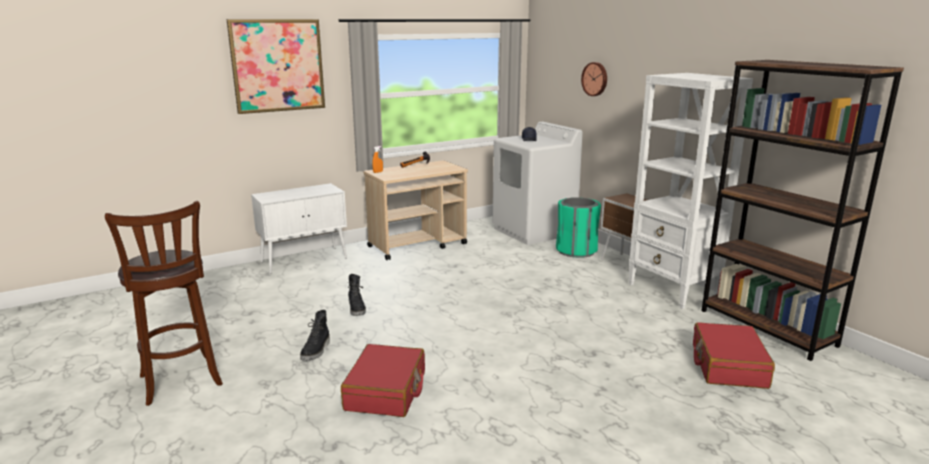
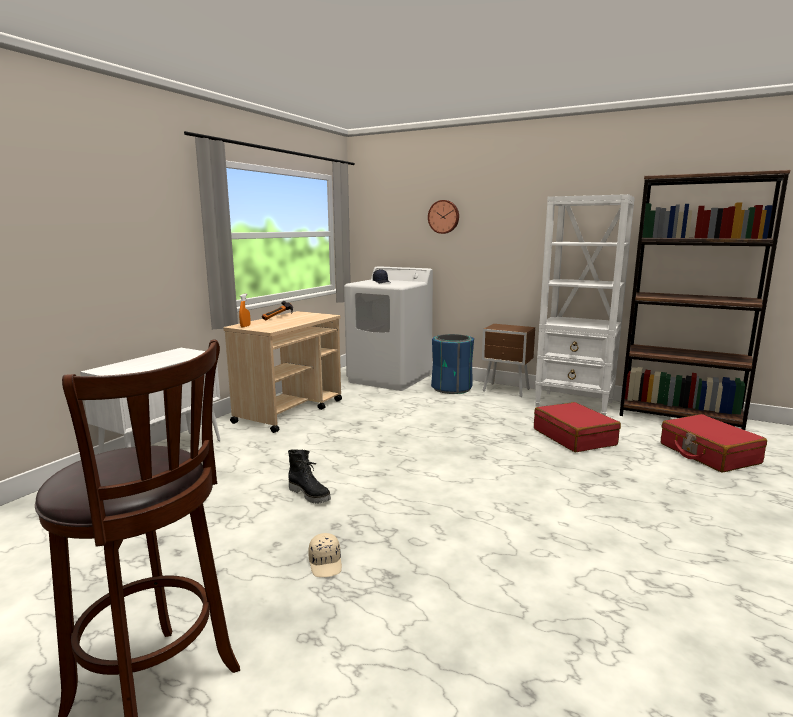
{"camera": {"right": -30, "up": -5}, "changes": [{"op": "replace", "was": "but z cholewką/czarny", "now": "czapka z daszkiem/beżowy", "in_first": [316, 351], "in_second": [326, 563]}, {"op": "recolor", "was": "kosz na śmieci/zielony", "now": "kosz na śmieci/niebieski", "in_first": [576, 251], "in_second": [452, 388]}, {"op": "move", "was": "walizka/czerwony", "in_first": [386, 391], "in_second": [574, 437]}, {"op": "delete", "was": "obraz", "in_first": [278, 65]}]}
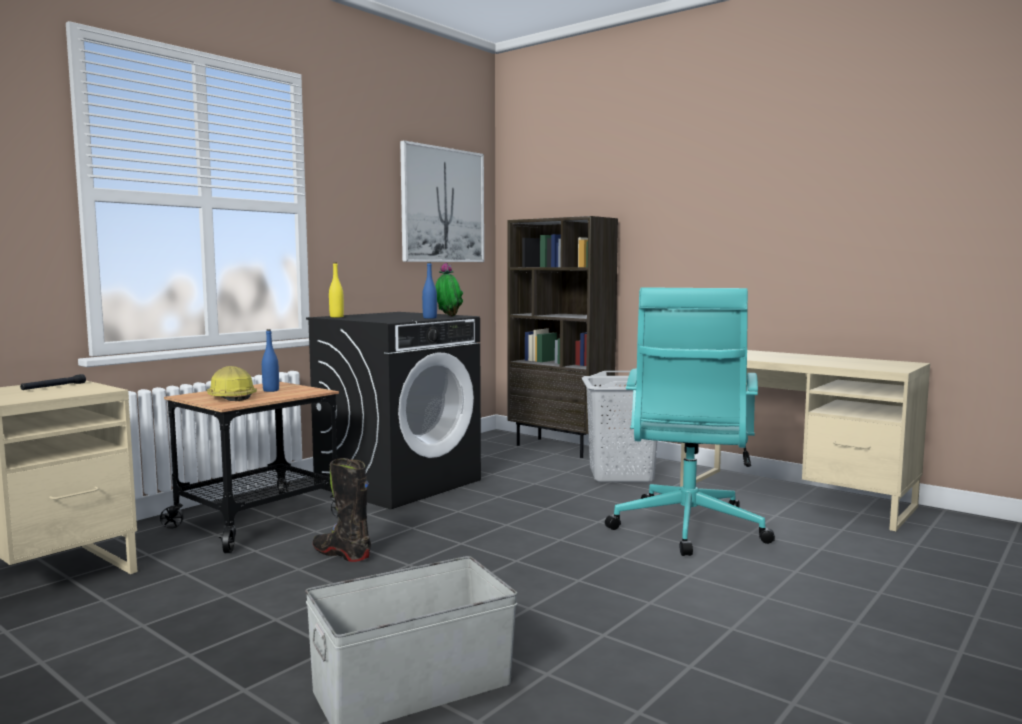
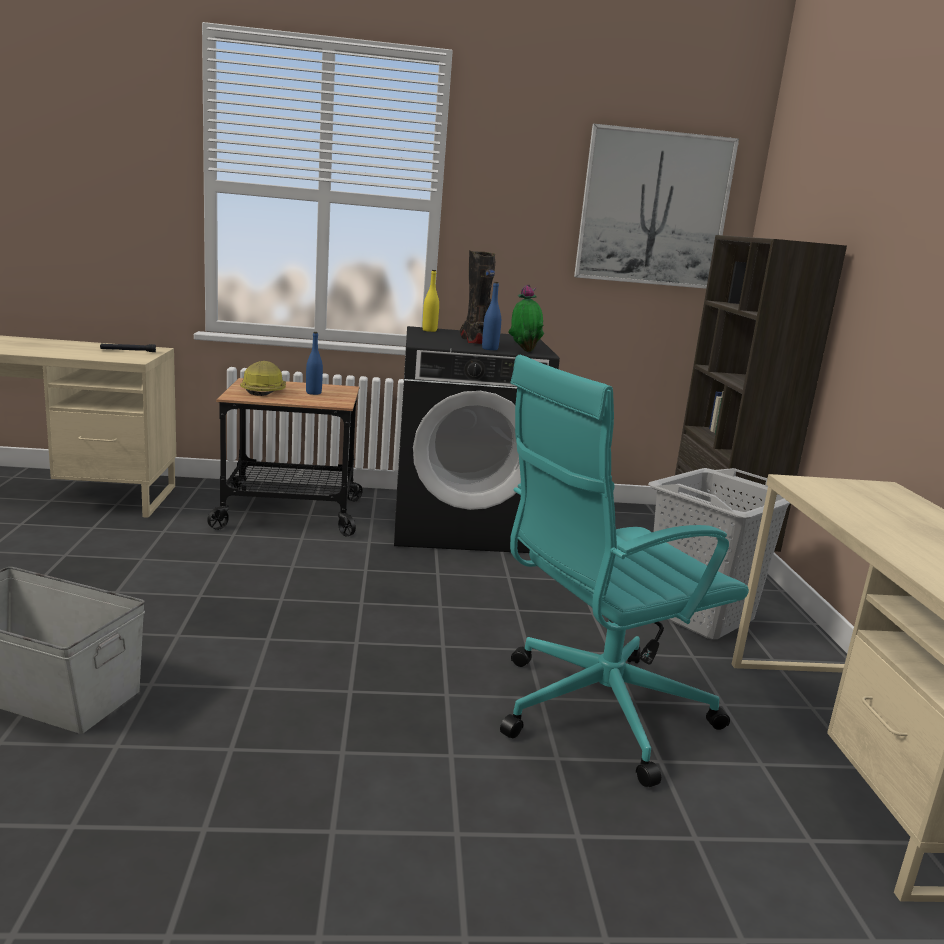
{"camera": {"right": 45, "up": 10}, "changes": [{"op": "move", "was": "but z cholewką/czarny", "in_first": [342, 554], "in_second": [473, 340]}]}
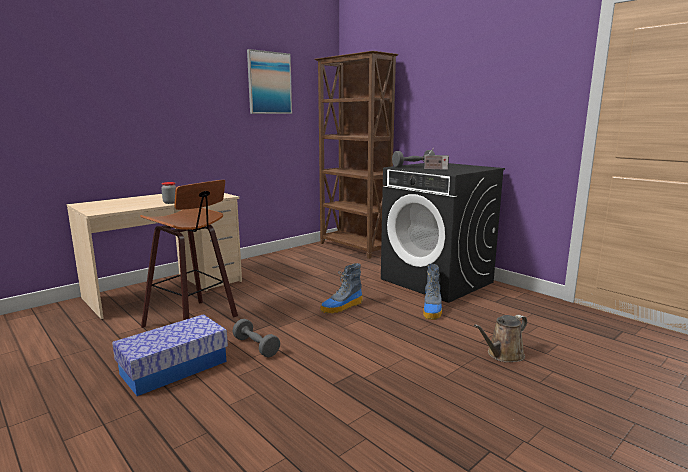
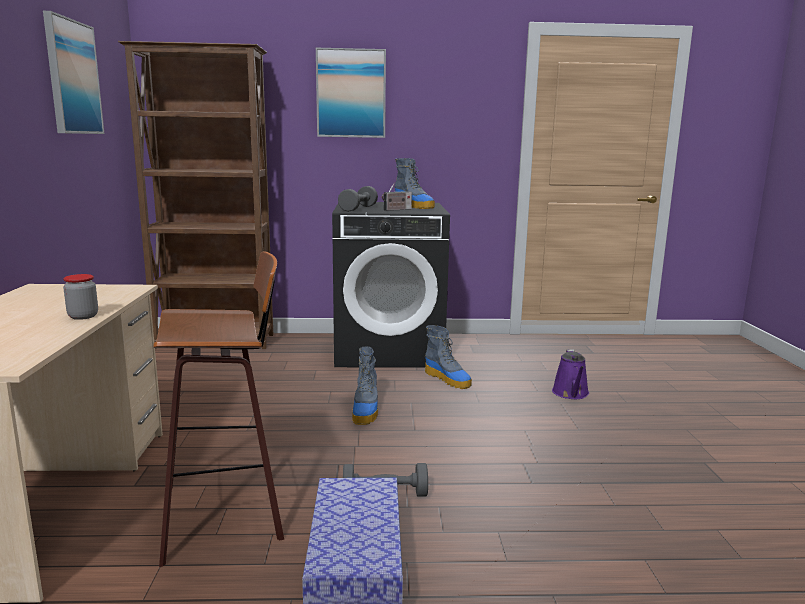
{"camera": {"right": -50, "up": 0}, "changes": [{"op": "insert", "now": "obraz", "in_second": [351, 93]}, {"op": "insert", "now": "but z cholewką", "in_second": [415, 206]}, {"op": "recolor", "was": "konewka/brązowy", "now": "konewka/fioletowy", "in_first": [503, 355], "in_second": [571, 394]}]}
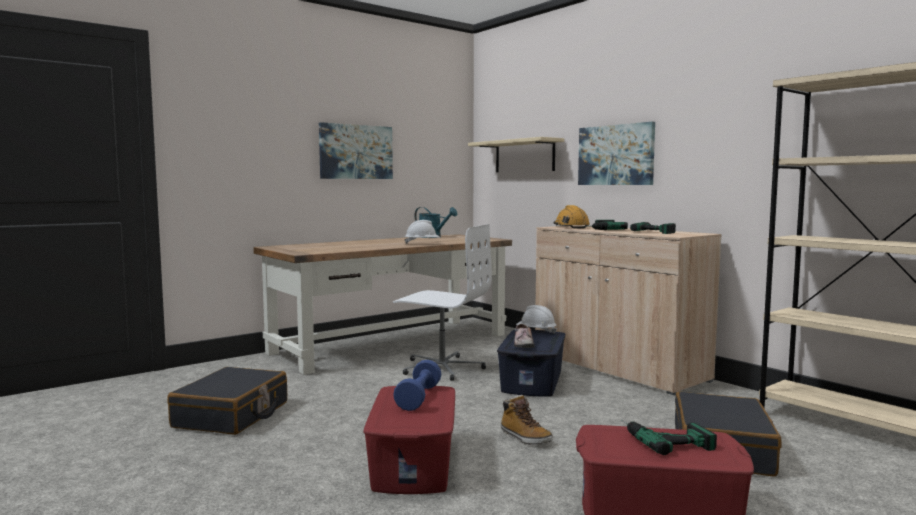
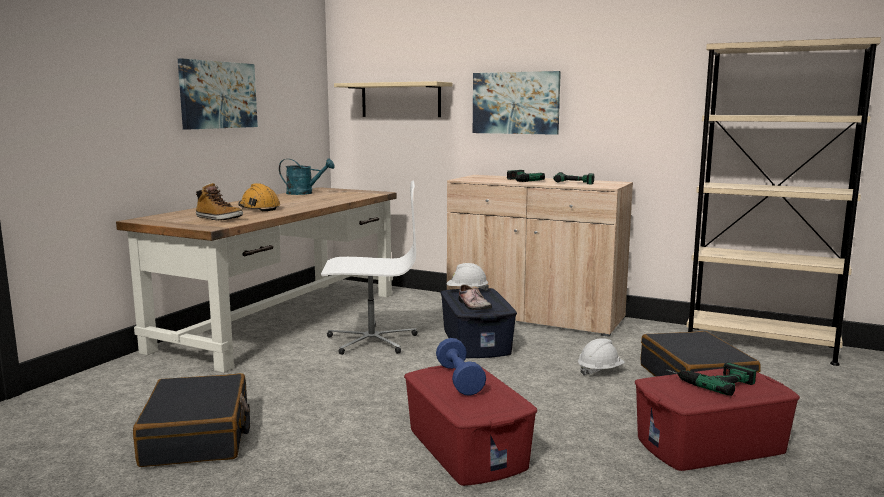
{"camera": {"right": -25, "up": 5}, "changes": [{"op": "move", "was": "but z cholewką", "in_first": [525, 437], "in_second": [218, 219]}, {"op": "move", "was": "kask/pomarańczowy", "in_first": [571, 227], "in_second": [259, 208]}, {"op": "move", "was": "kask/biały", "in_first": [422, 244], "in_second": [600, 371]}]}
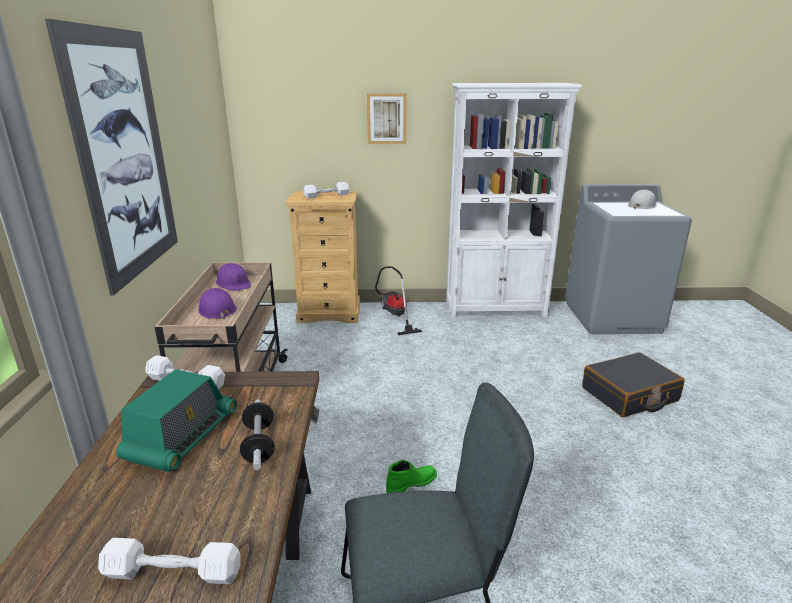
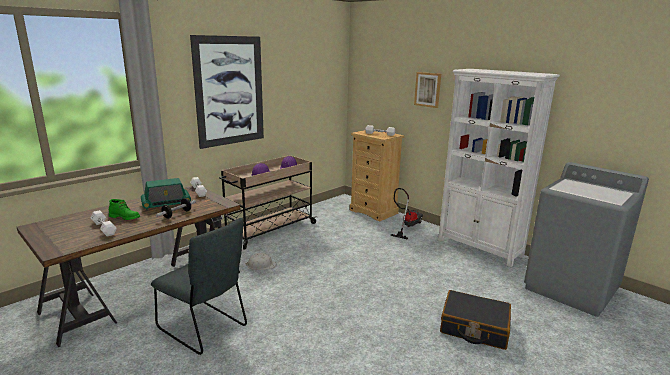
{"camera": {"right": 45, "up": -5}, "changes": [{"op": "move", "was": "but z cholewką/zielony", "in_first": [411, 483], "in_second": [125, 217]}, {"op": "move", "was": "kask/biały", "in_first": [642, 206], "in_second": [261, 265]}]}
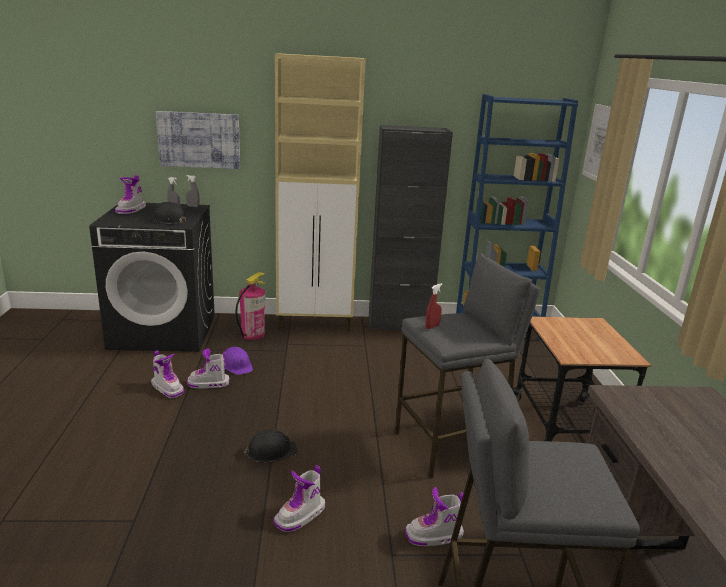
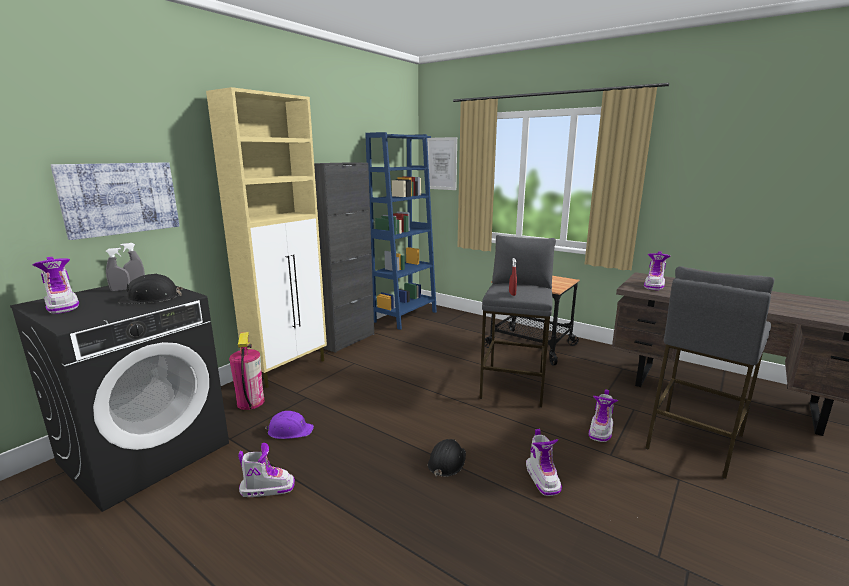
{"camera": {"right": -50, "up": -5}, "changes": [{"op": "move", "was": "but z cholewką", "in_first": [208, 384], "in_second": [654, 285]}]}
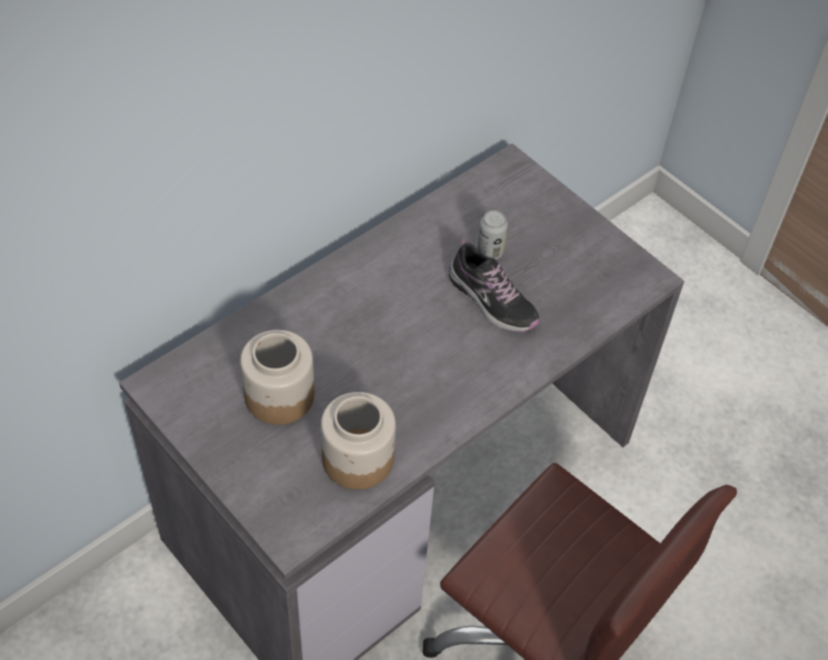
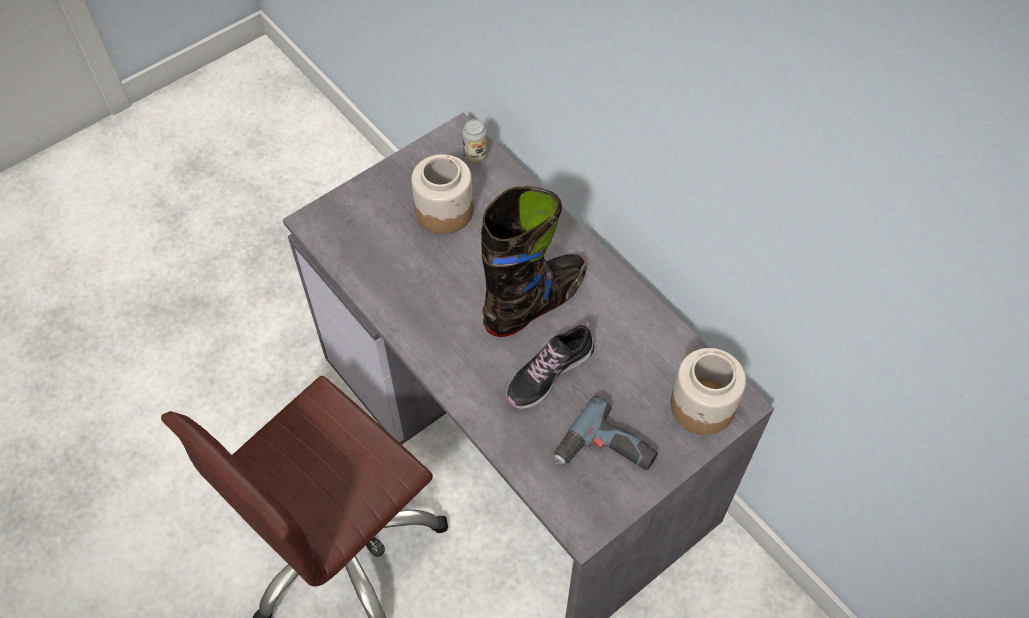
{"camera": {"right": 95, "up": 5}, "changes": [{"op": "move", "was": "puszka", "in_first": [490, 252], "in_second": [475, 156]}, {"op": "insert", "now": "but z cholewką/czarny", "in_second": [535, 302]}, {"op": "insert", "now": "wiertarka", "in_second": [605, 454]}, {"op": "move", "was": "słoik", "in_first": [359, 458], "in_second": [703, 406]}]}
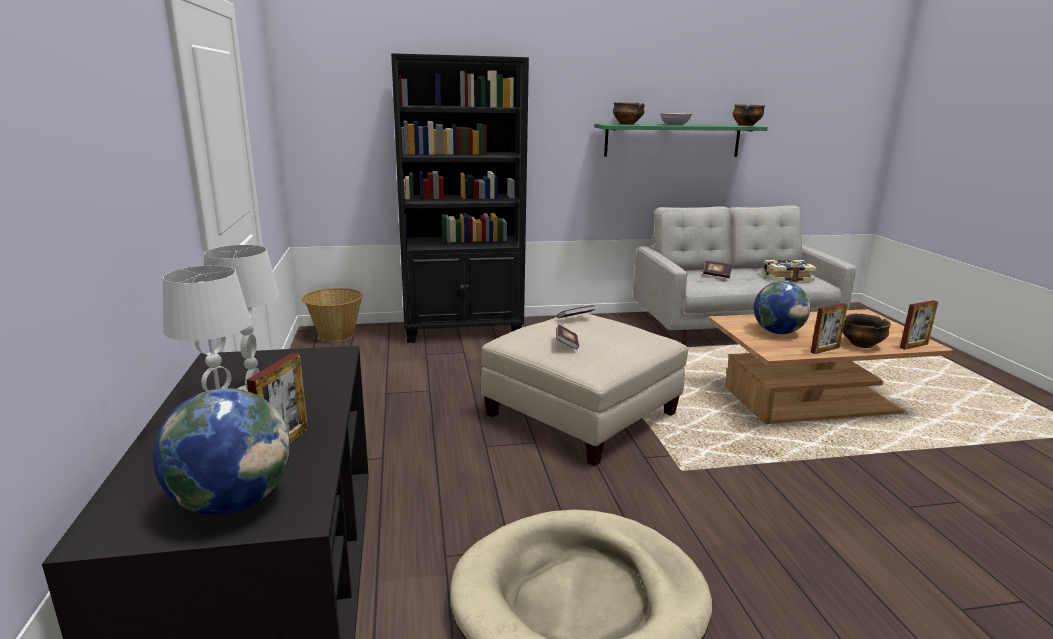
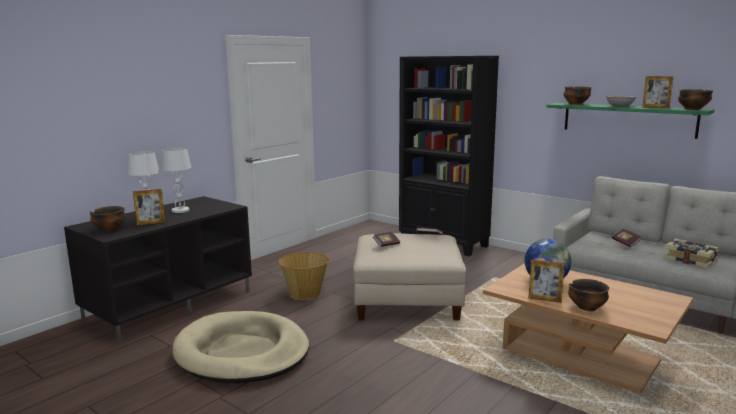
{"camera": {"right": 50, "up": -5}, "changes": [{"op": "replace", "was": "globus", "now": "miska", "in_first": [232, 502], "in_second": [110, 229]}, {"op": "move", "was": "koszyk", "in_first": [335, 335], "in_second": [305, 293]}, {"op": "move", "was": "ramka na zdjęcie", "in_first": [913, 346], "in_second": [655, 107]}]}
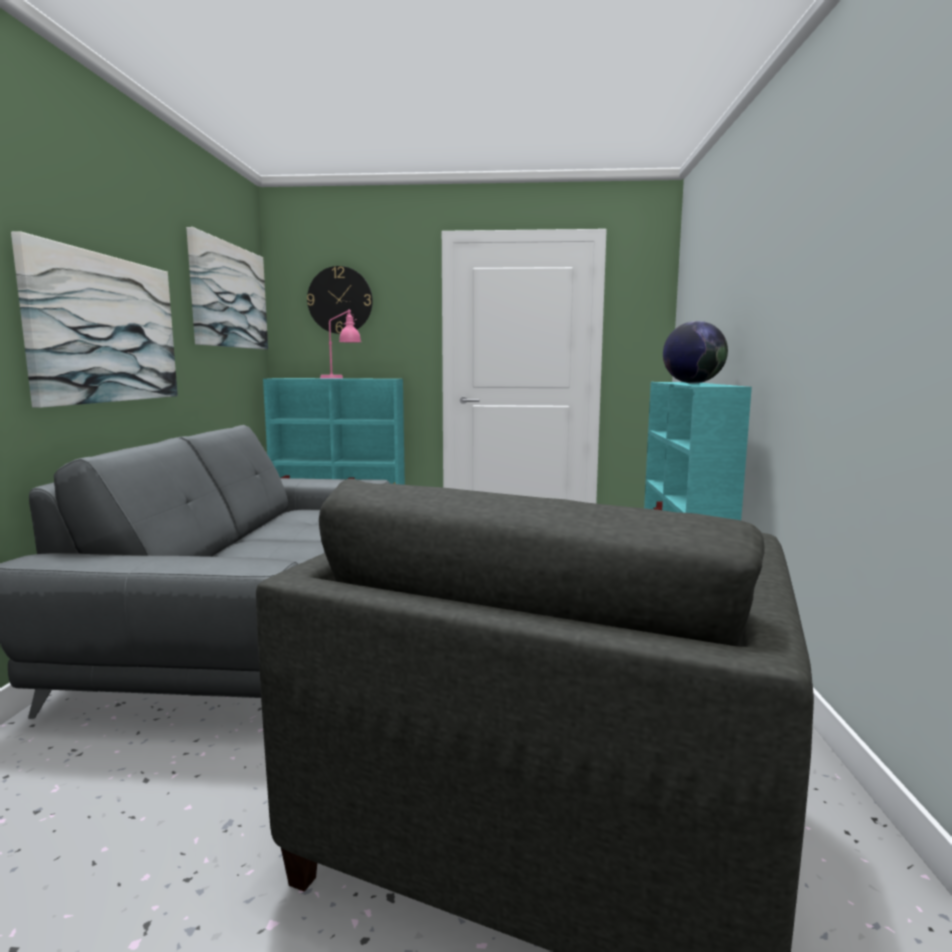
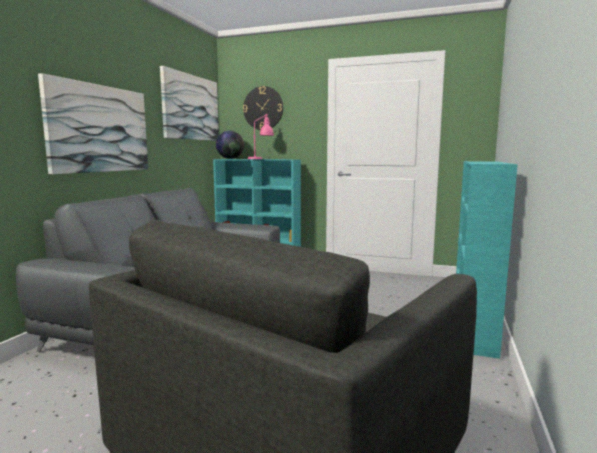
{"camera": {"right": 15, "up": 0}, "changes": [{"op": "move", "was": "globus", "in_first": [692, 383], "in_second": [230, 159]}]}
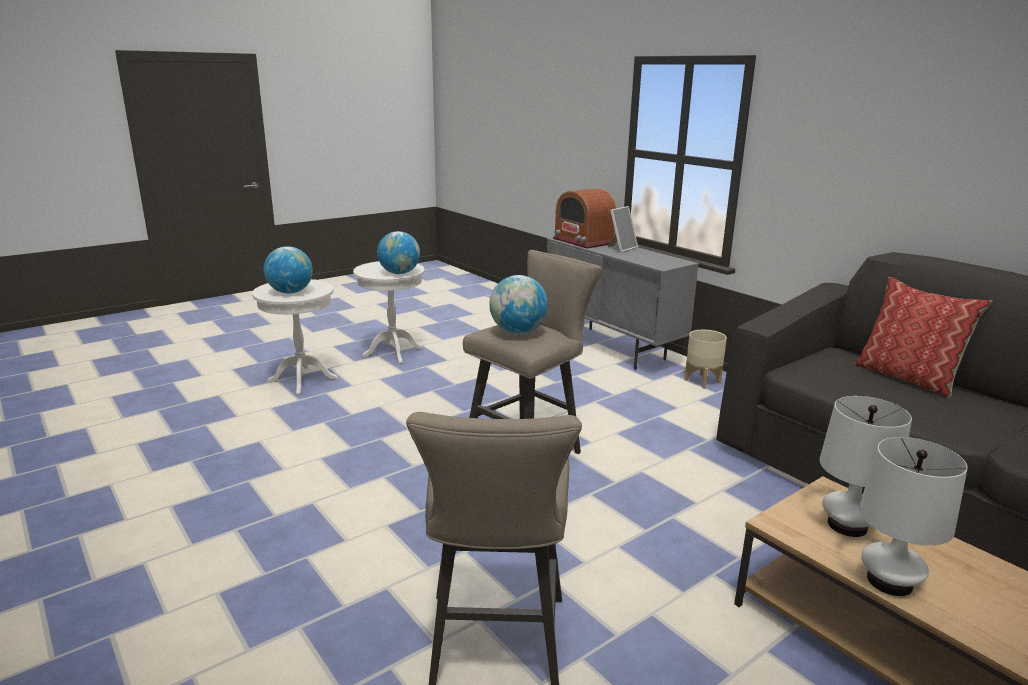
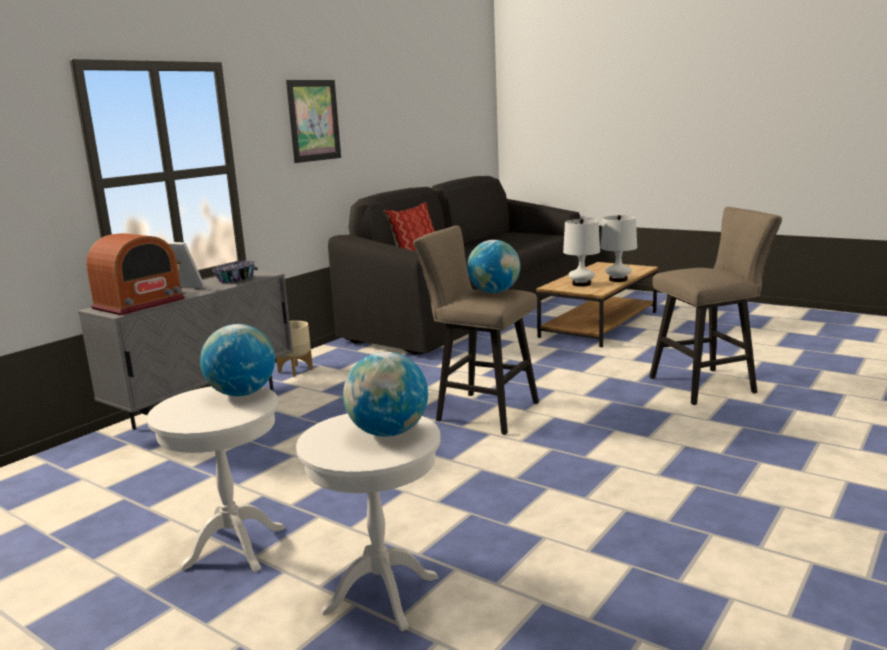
{"camera": {"right": -105, "up": -5}, "changes": [{"op": "insert", "now": "miska", "in_second": [235, 279]}, {"op": "insert", "now": "obraz", "in_second": [314, 120]}]}
